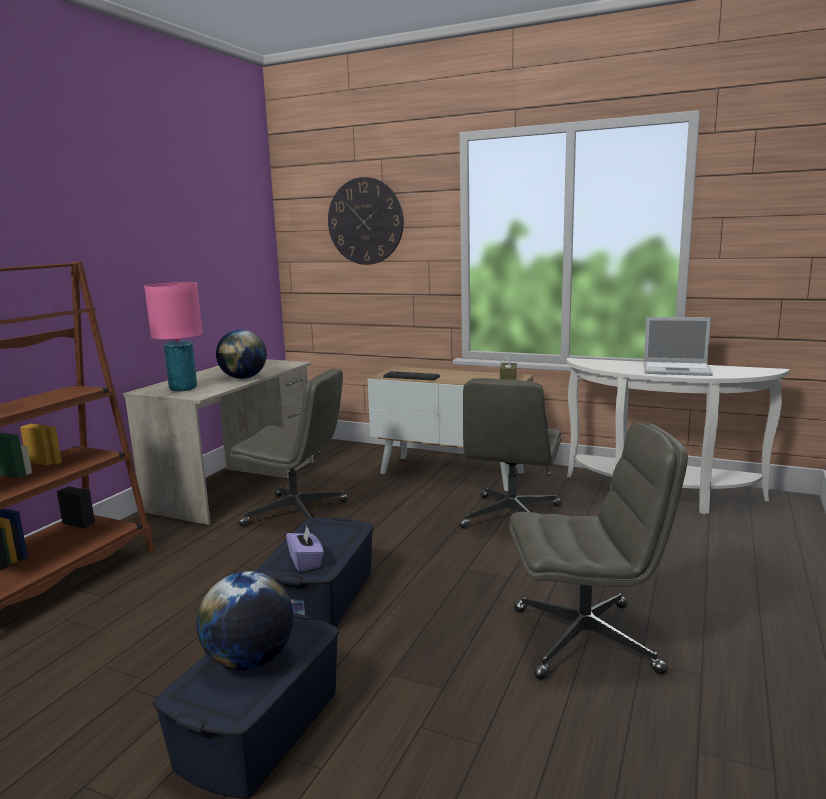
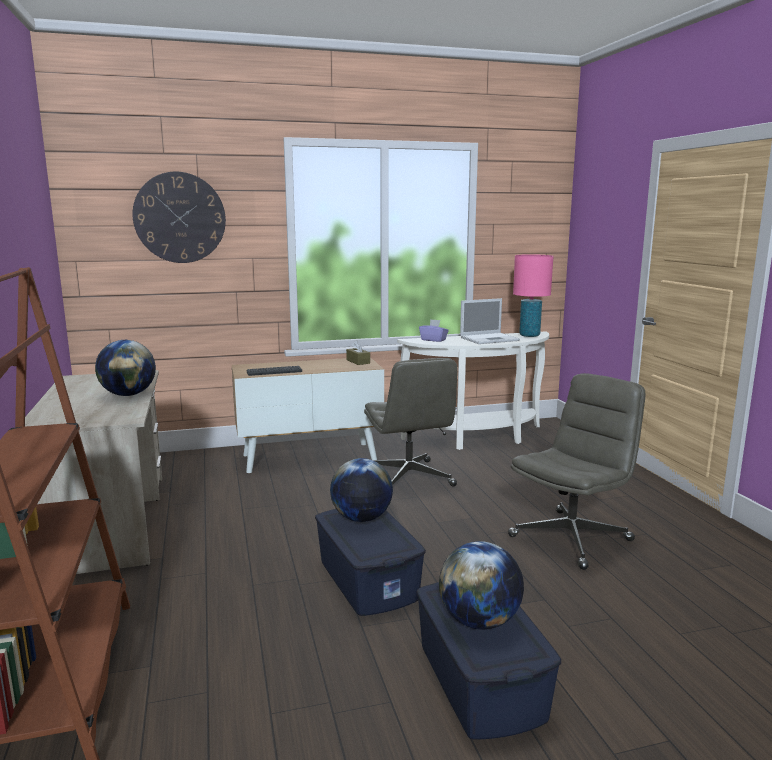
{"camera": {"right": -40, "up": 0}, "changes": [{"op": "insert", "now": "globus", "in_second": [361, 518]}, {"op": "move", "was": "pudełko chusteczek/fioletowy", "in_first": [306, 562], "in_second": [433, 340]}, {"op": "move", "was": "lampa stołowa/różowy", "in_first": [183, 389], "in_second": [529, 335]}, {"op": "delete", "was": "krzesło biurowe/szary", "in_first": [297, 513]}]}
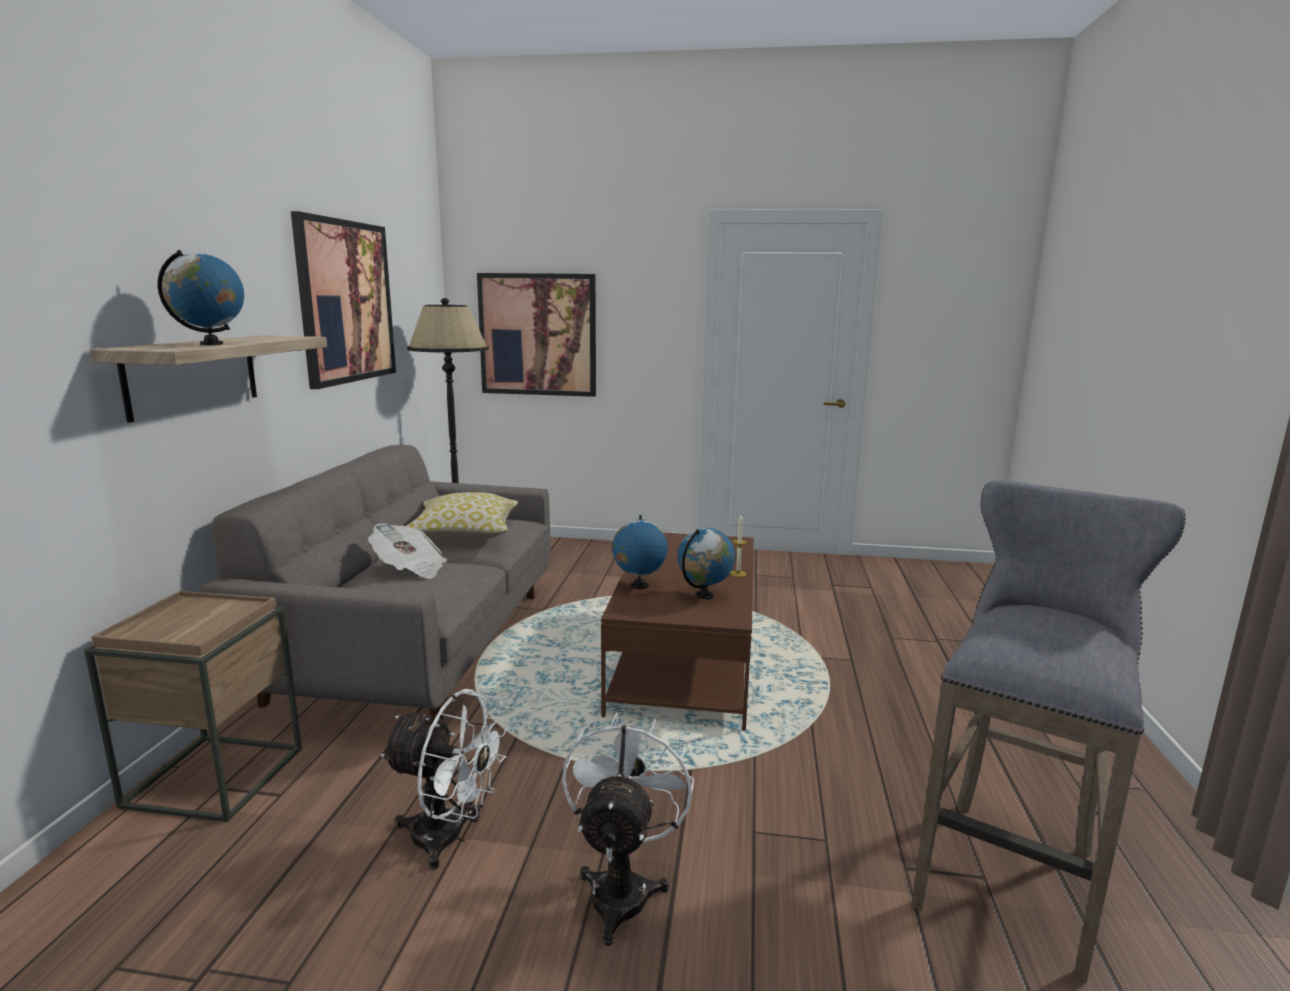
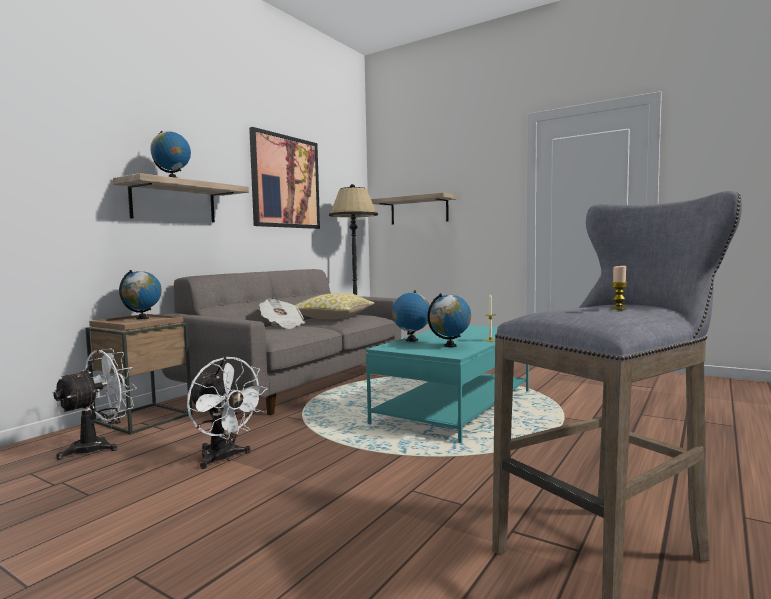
{"camera": {"right": 25, "up": -10}, "changes": [{"op": "move", "was": "wentylator/biały", "in_first": [622, 887], "in_second": [99, 446]}, {"op": "insert", "now": "globus", "in_second": [142, 318]}, {"op": "recolor", "was": "ława/brązowy", "now": "ława/turkusowy", "in_first": [685, 659], "in_second": [455, 407]}, {"op": "replace", "was": "obraz", "now": "półka", "in_first": [538, 335], "in_second": [419, 210]}, {"op": "insert", "now": "świeca", "in_second": [618, 308]}]}
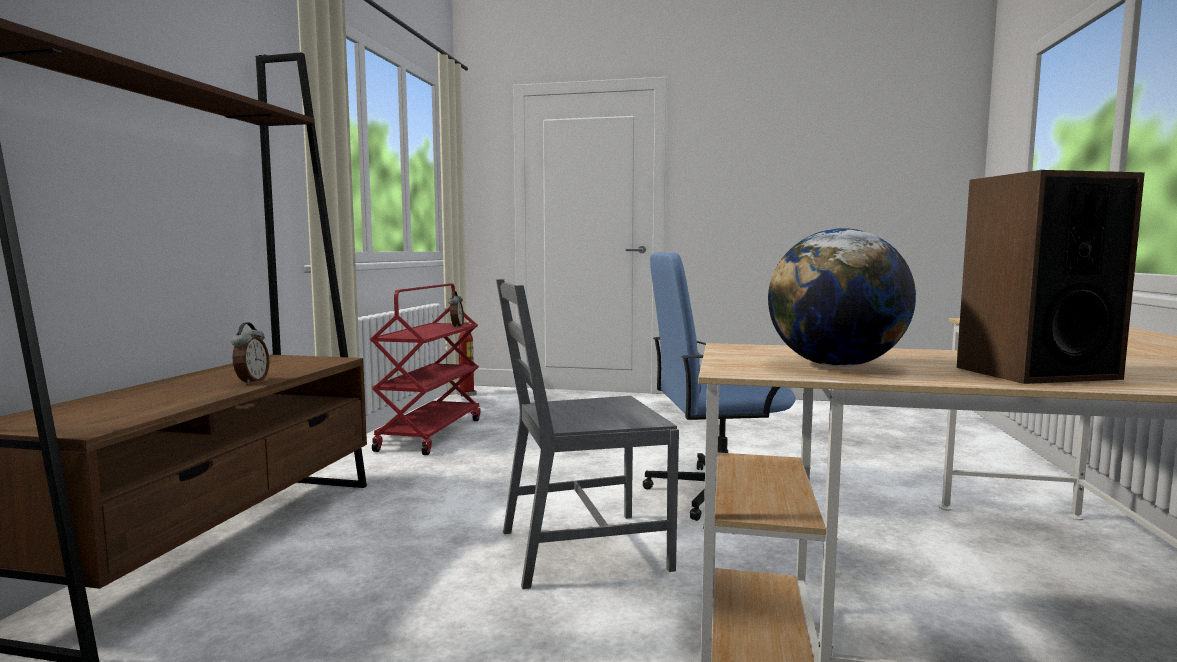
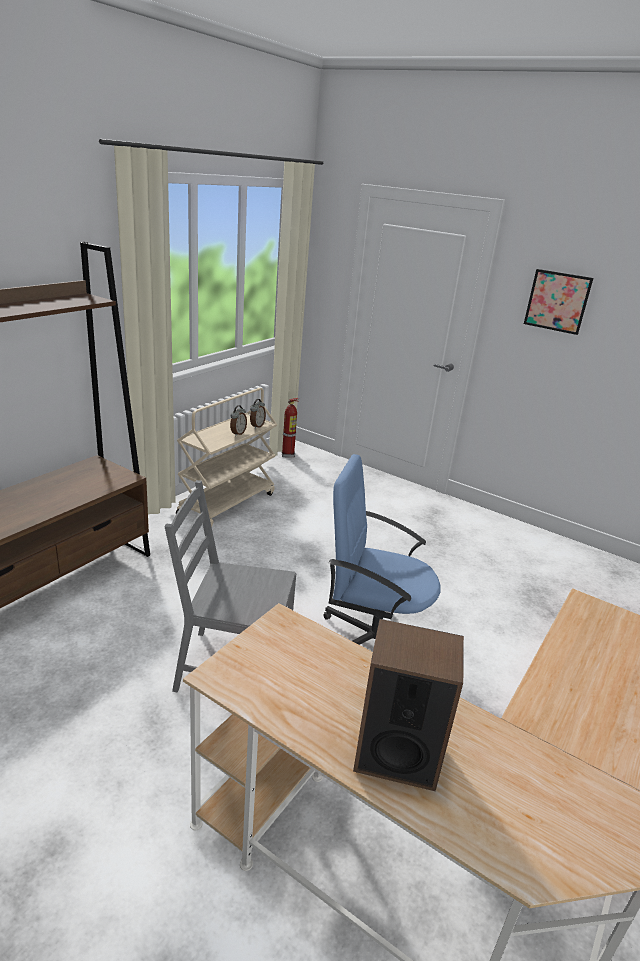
{"camera": {"right": 20, "up": 20}, "changes": [{"op": "recolor", "was": "wózek/czerwony", "now": "wózek/beżowy", "in_first": [430, 434], "in_second": [227, 504]}, {"op": "move", "was": "budzik", "in_first": [251, 381], "in_second": [237, 433]}, {"op": "insert", "now": "obraz", "in_second": [557, 301]}, {"op": "delete", "was": "globus", "in_first": [836, 365]}]}
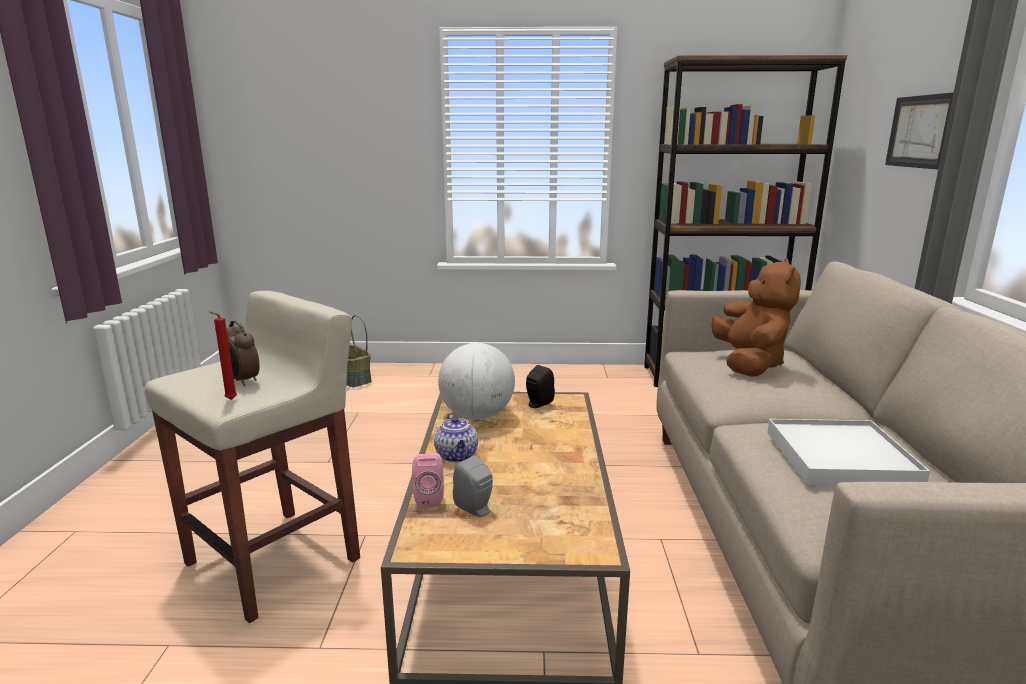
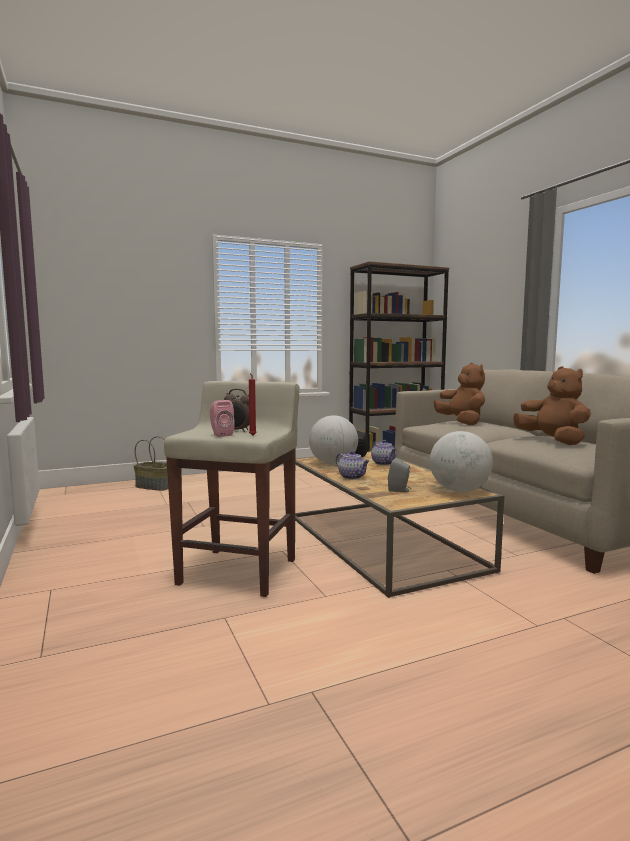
{"camera": {"right": -25, "up": -10}, "changes": [{"op": "move", "was": "głośnik/różowy", "in_first": [429, 496], "in_second": [220, 435]}, {"op": "insert", "now": "imbryk", "in_second": [384, 463]}, {"op": "insert", "now": "globus", "in_second": [459, 490]}, {"op": "replace", "was": "taca/biały", "now": "pluszak/brązowy", "in_first": [840, 458], "in_second": [553, 441]}, {"op": "delete", "was": "obraz", "in_first": [920, 131]}]}
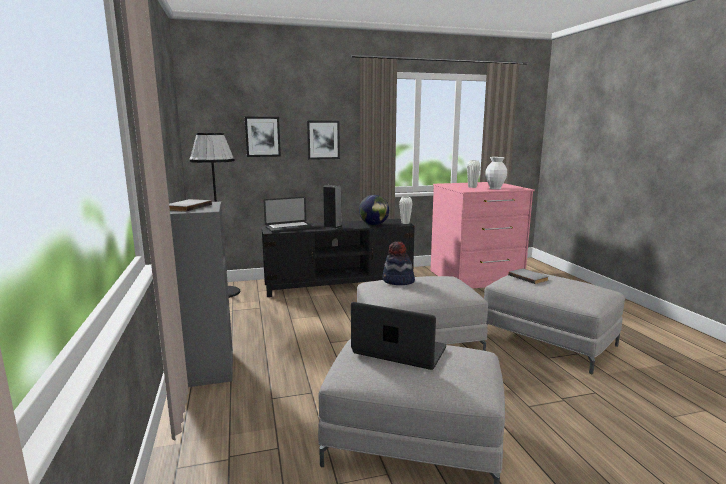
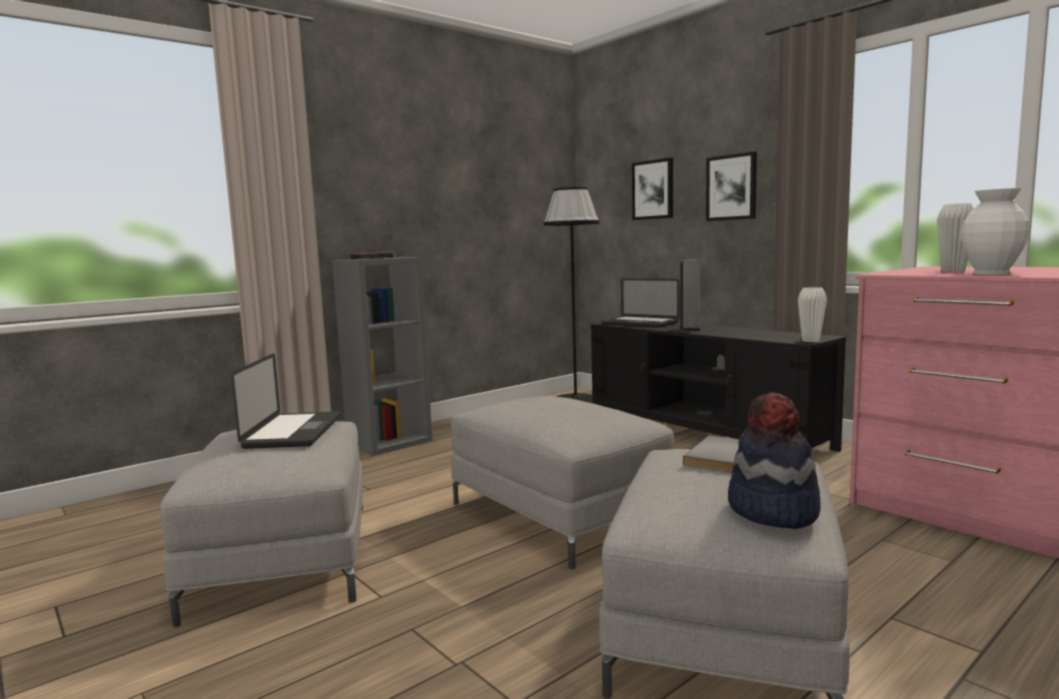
{"camera": {"right": 65, "up": -5}, "changes": [{"op": "move", "was": "kapelusz", "in_first": [398, 281], "in_second": [772, 511]}, {"op": "delete", "was": "globus", "in_first": [374, 225]}]}
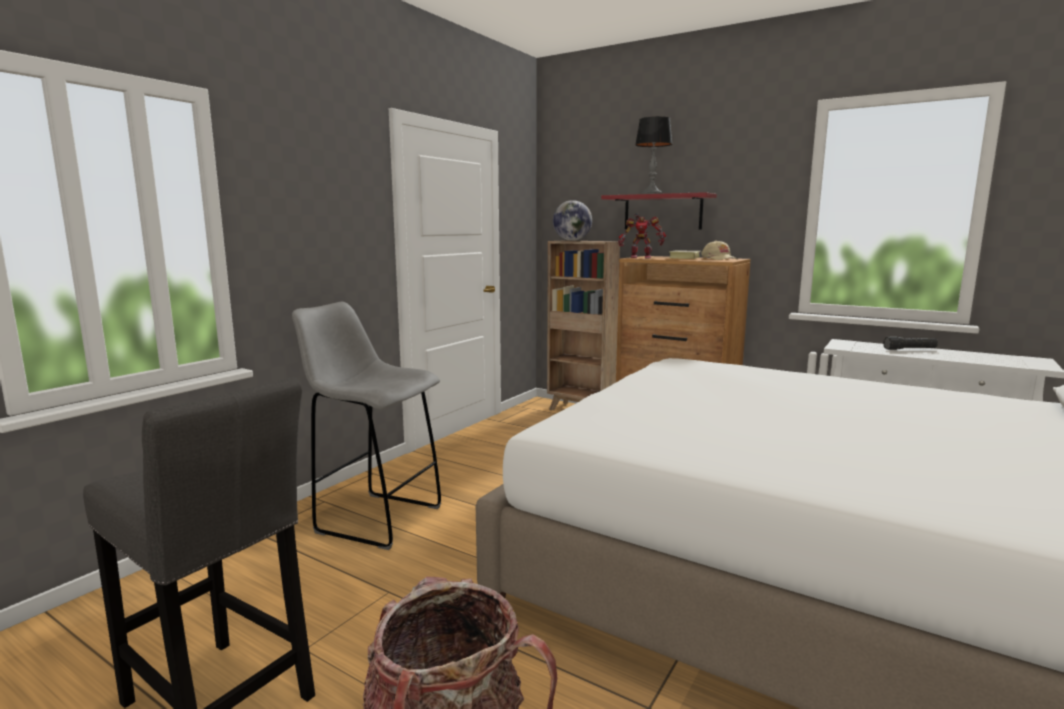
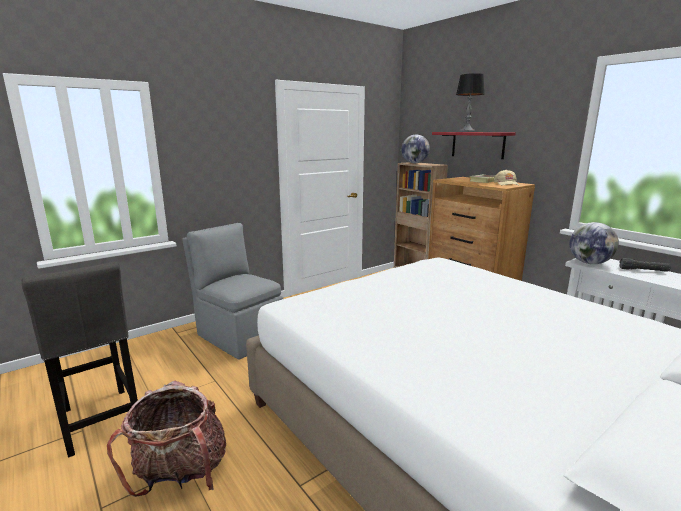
{"camera": {"right": 20, "up": 5}, "changes": [{"op": "replace", "was": "stołek/szary", "now": "krzesło/szary", "in_first": [376, 519], "in_second": [239, 336]}, {"op": "insert", "now": "globus", "in_second": [589, 263]}, {"op": "delete", "was": "robot zabawkowy", "in_first": [640, 257]}]}
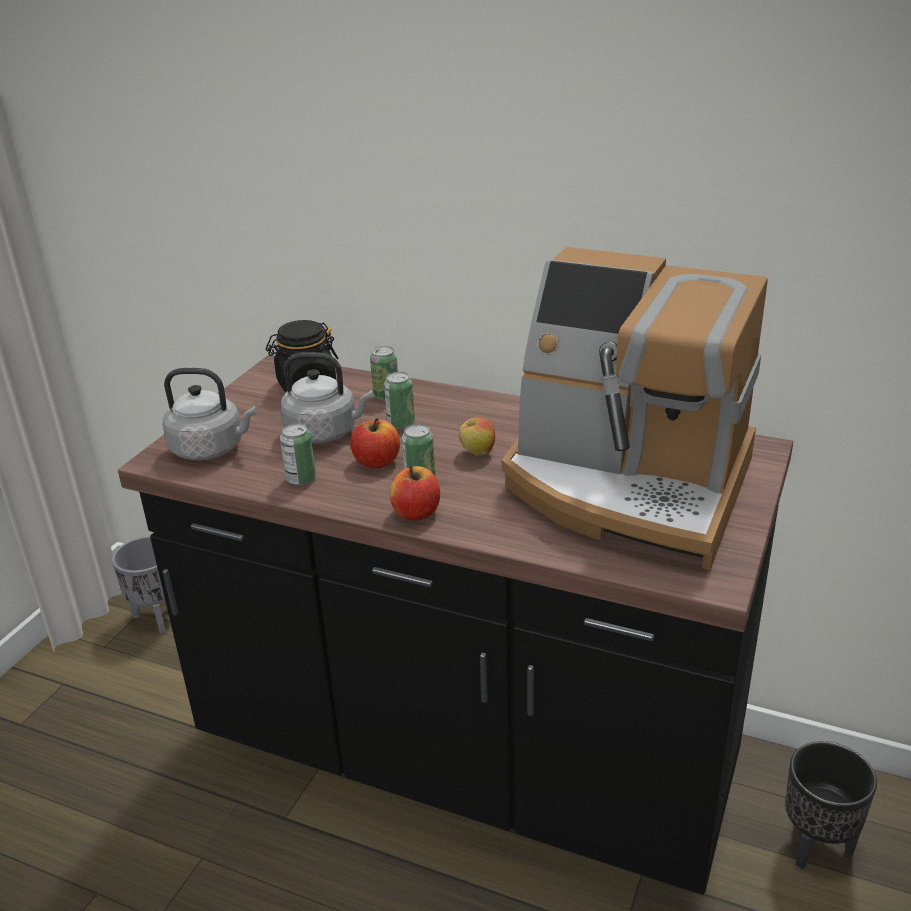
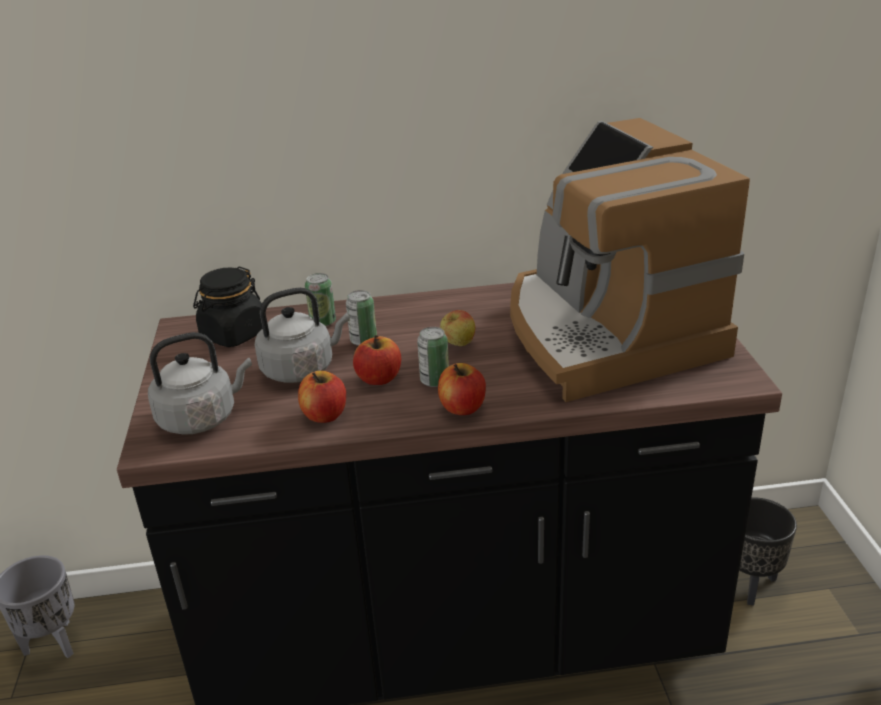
{"camera": {"right": -30, "up": 0}, "changes": [{"op": "replace", "was": "puszka", "now": "jabłko", "in_first": [301, 479], "in_second": [325, 415]}, {"op": "rotate", "was": "ekspres do kawy", "in_first": [628, 486], "in_second": [604, 333], "clockwise": 75}]}
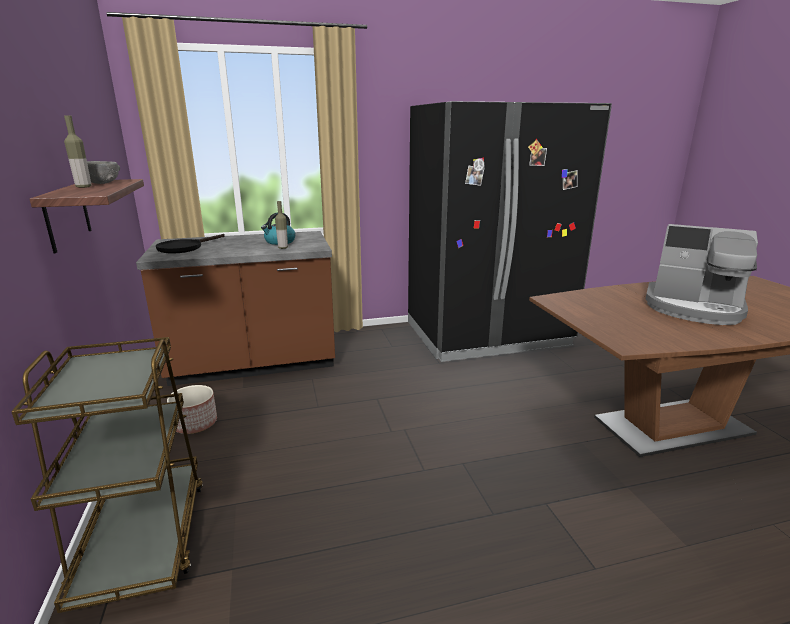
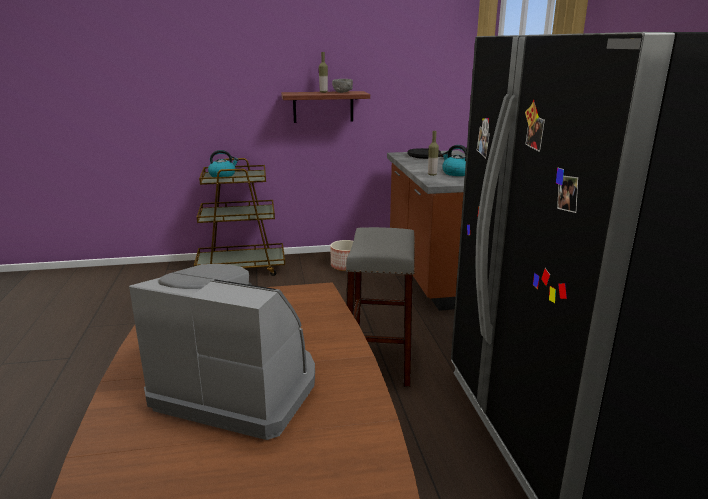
{"camera": {"right": 95, "up": 0}, "changes": [{"op": "rotate", "was": "ekspres do kawy", "in_first": [693, 308], "in_second": [239, 388], "clockwise": 75}, {"op": "insert", "now": "czajnik", "in_second": [223, 175]}, {"op": "insert", "now": "stołek/szary", "in_second": [380, 360]}]}
